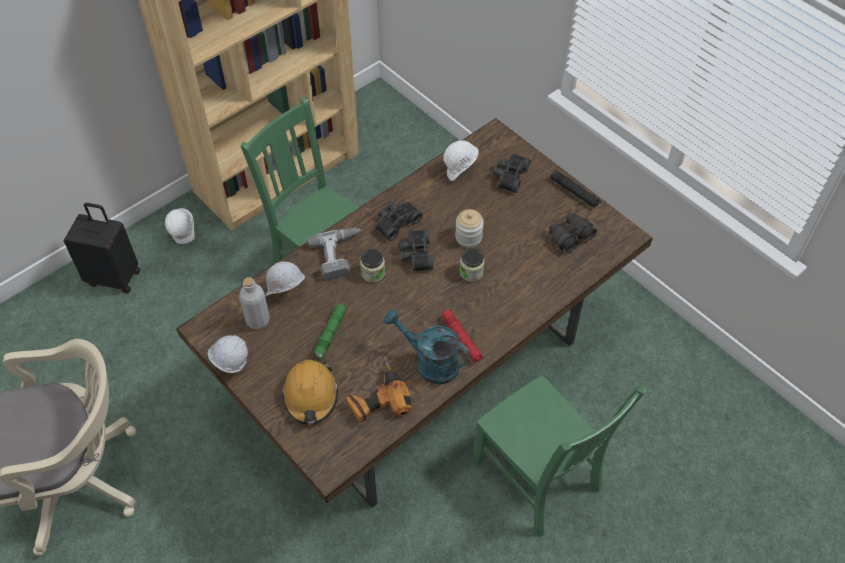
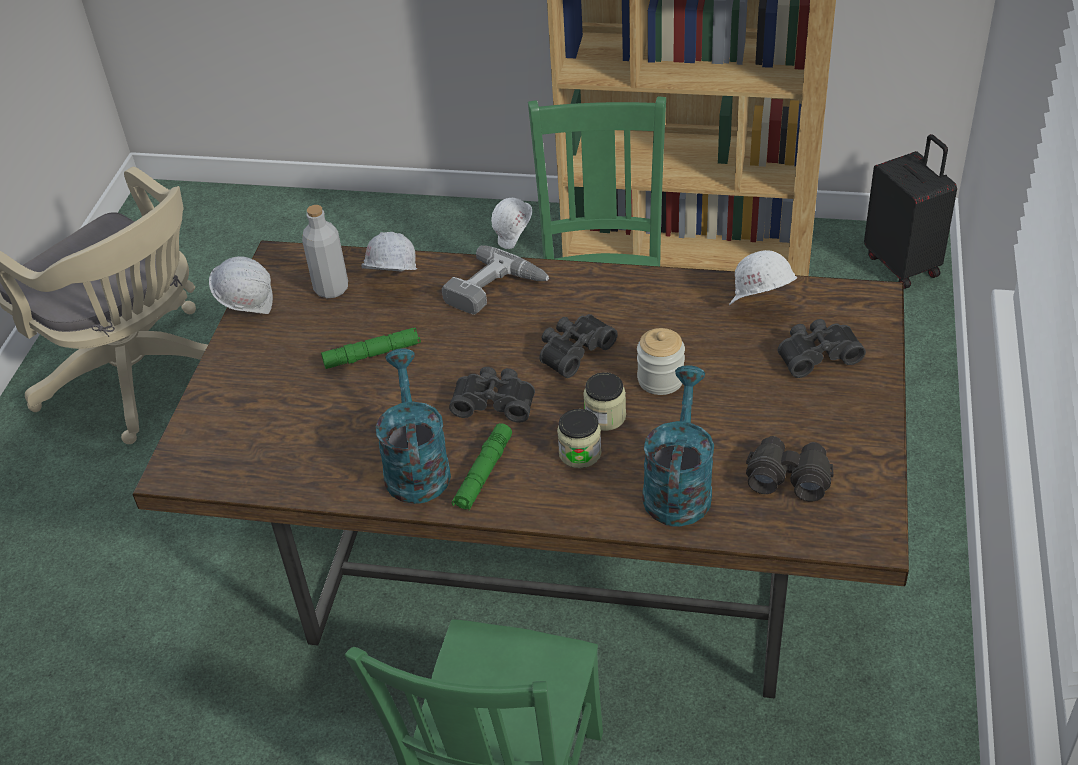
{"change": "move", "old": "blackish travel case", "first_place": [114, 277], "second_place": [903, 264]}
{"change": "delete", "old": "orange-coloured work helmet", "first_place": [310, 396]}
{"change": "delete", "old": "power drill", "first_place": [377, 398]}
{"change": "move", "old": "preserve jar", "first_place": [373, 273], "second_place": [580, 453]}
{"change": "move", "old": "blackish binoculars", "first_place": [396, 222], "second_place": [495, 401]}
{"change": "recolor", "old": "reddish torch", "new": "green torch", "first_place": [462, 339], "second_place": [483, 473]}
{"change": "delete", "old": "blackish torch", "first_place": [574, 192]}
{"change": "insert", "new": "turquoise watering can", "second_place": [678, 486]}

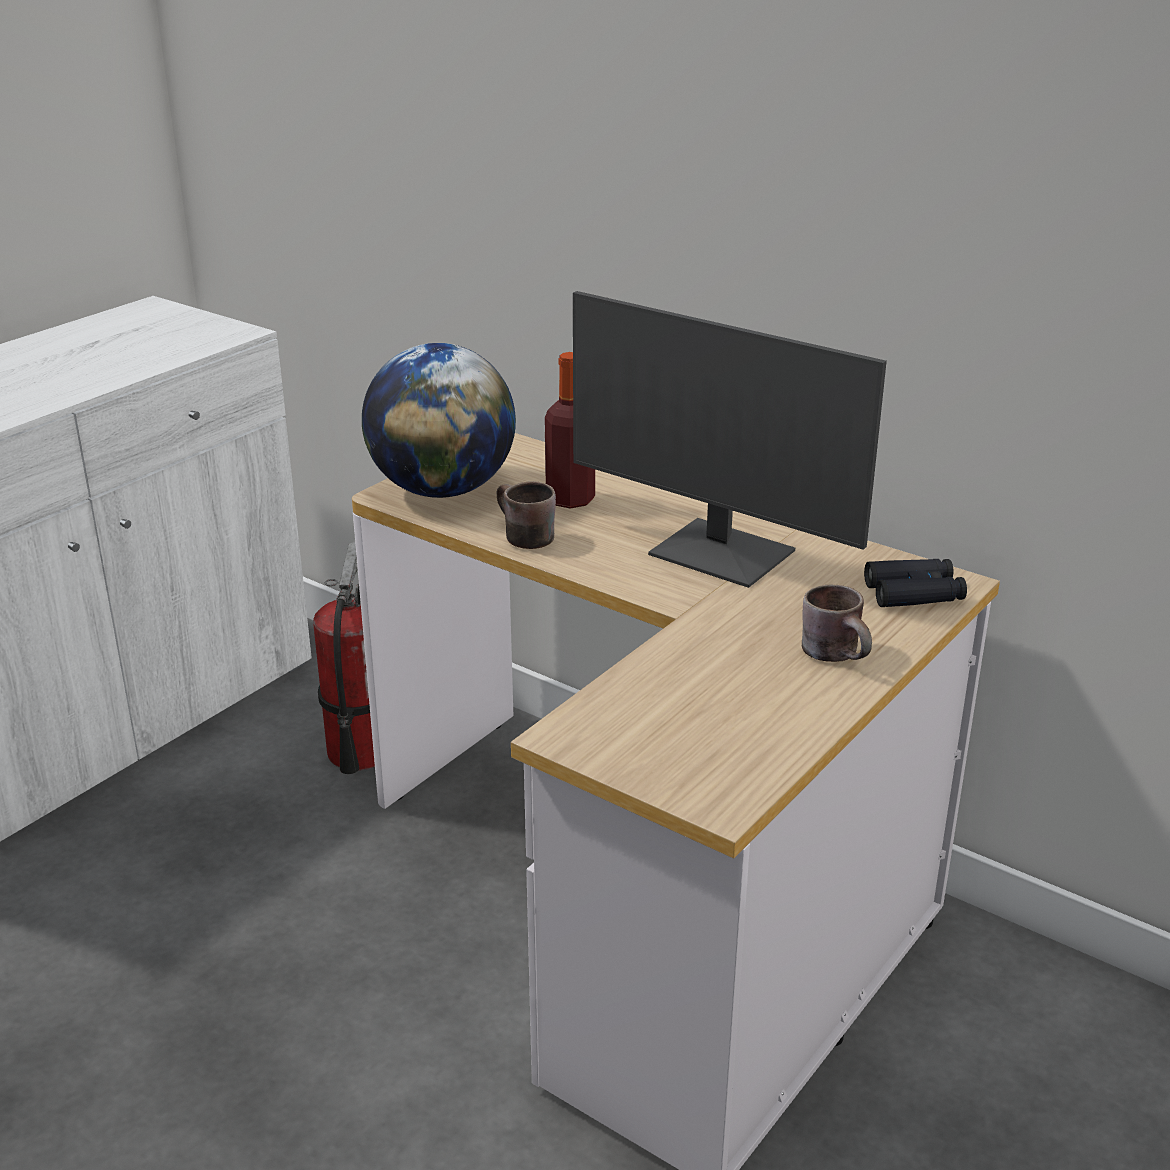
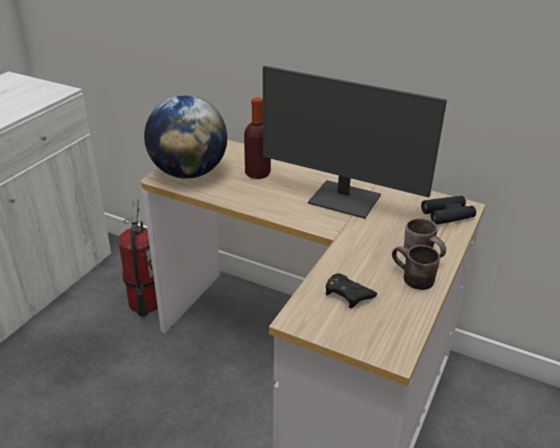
{"change": "move", "old": "brownish mug", "first_place": [520, 537], "second_place": [411, 279]}
{"change": "insert", "new": "blackish game controller", "second_place": [348, 294]}

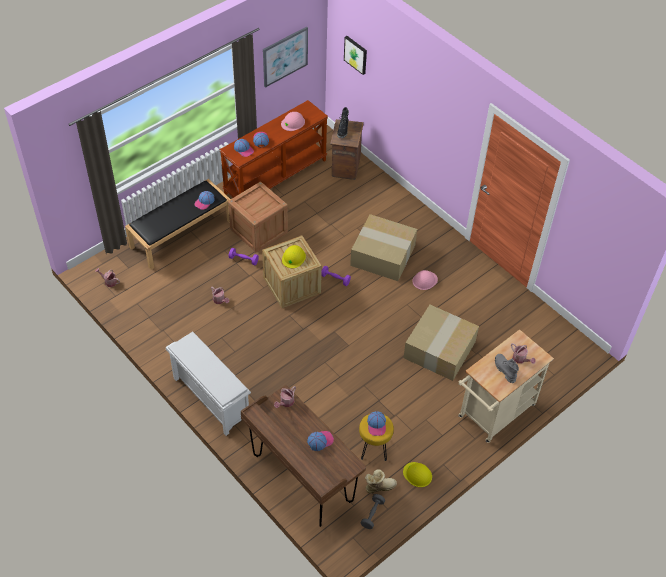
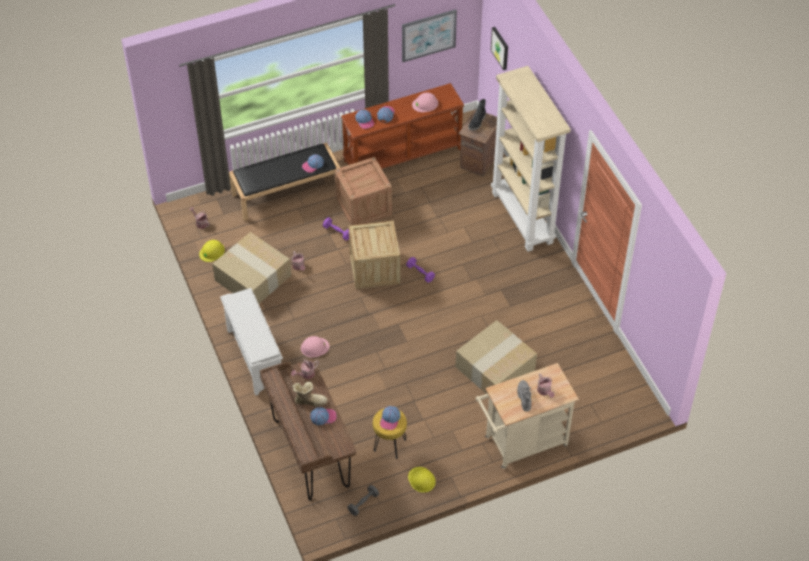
{"change": "move", "old": "yellow-coloured work helmet", "first_place": [293, 257], "second_place": [212, 251]}
{"change": "move", "old": "cardboard box", "first_place": [384, 255], "second_place": [254, 277]}
{"change": "move", "old": "tall boot", "first_place": [379, 486], "second_place": [310, 400]}
{"change": "move", "old": "pinkish work helmet", "first_place": [424, 280], "second_place": [314, 347]}
{"change": "insert", "new": "sand-coloured bookshelf", "second_place": [523, 218]}

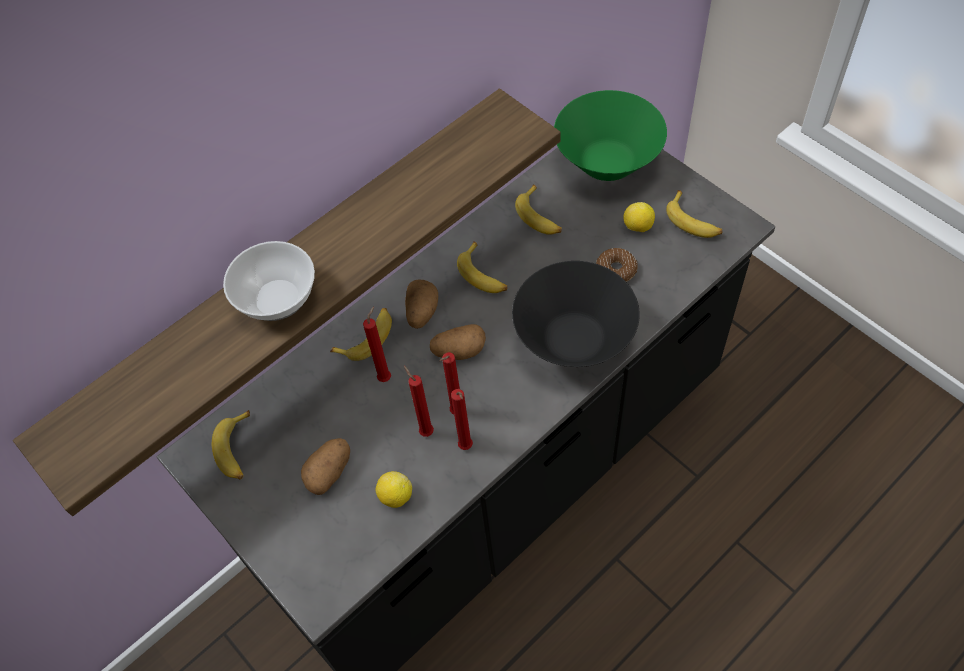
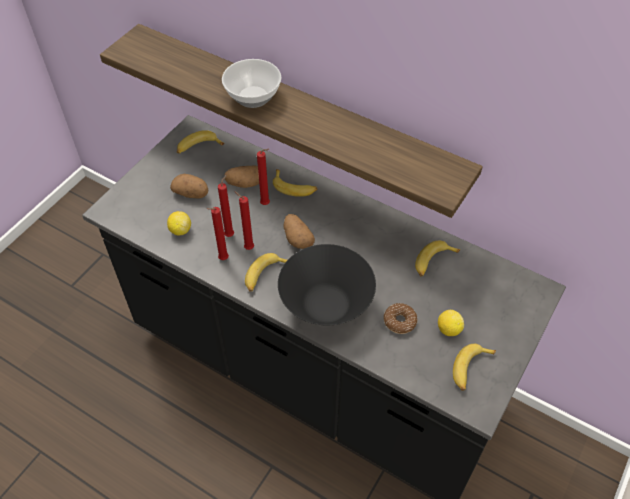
{"change": "move", "old": "whole potato", "first_place": [421, 312], "second_place": [244, 184]}
{"change": "move", "old": "whole banana", "first_place": [483, 275], "second_place": [264, 275]}
{"change": "delete", "old": "green serving bowl", "first_place": [607, 162]}

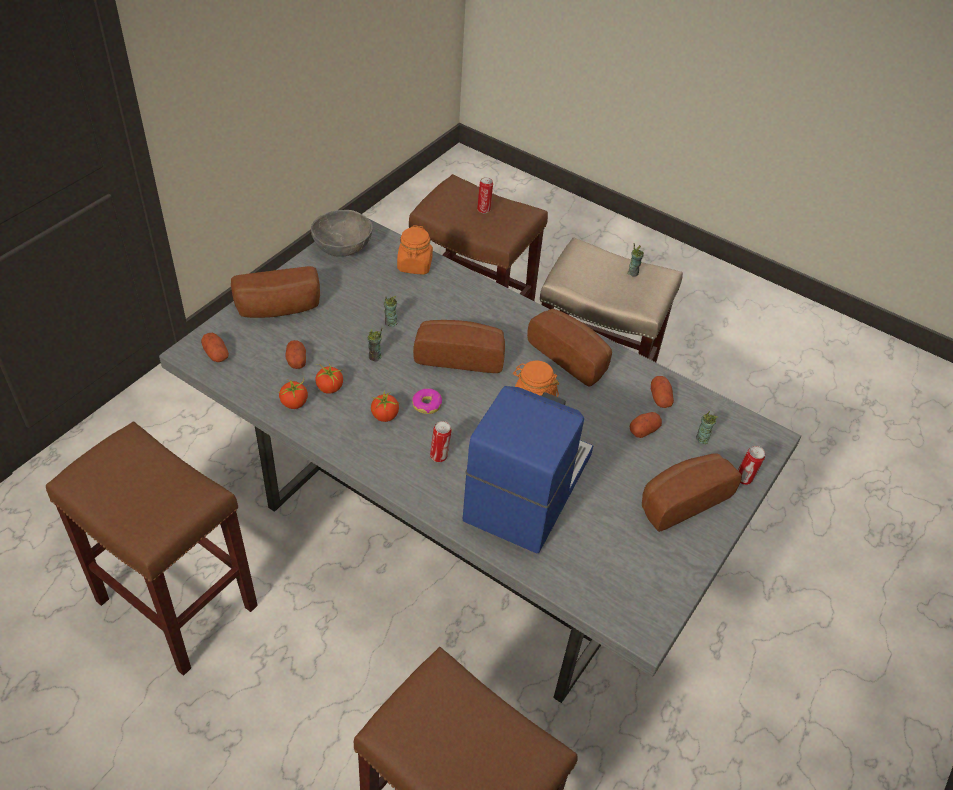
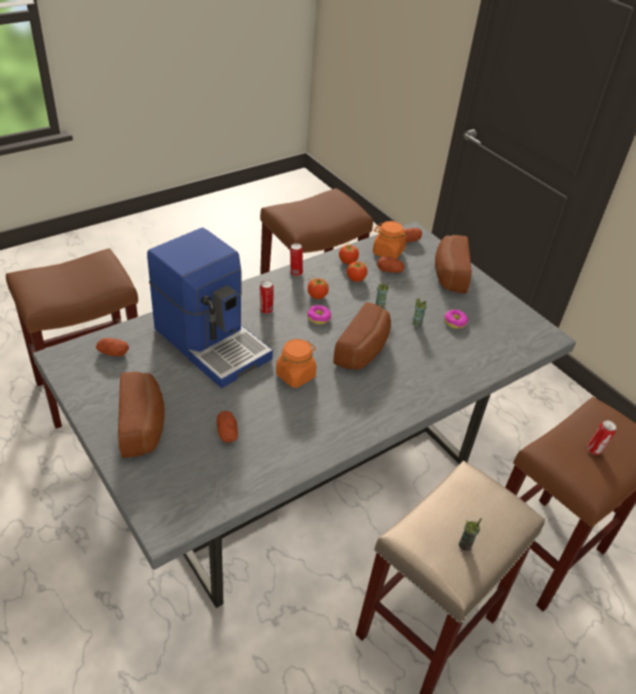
{"change": "delete", "old": "grey serving bowl", "first_place": [343, 247]}
{"change": "move", "old": "orange-coloured preserve jar", "first_place": [414, 265], "second_place": [387, 252]}
{"change": "delete", "old": "bakery bread", "first_place": [571, 356]}
{"change": "move", "old": "whole potato", "first_place": [660, 398], "second_place": [113, 353]}
{"change": "delete", "old": "small cup", "first_place": [702, 439]}
{"change": "move", "old": "sealed can", "first_place": [744, 479], "second_place": [295, 273]}
{"change": "insert", "new": "donut", "second_place": [455, 322]}

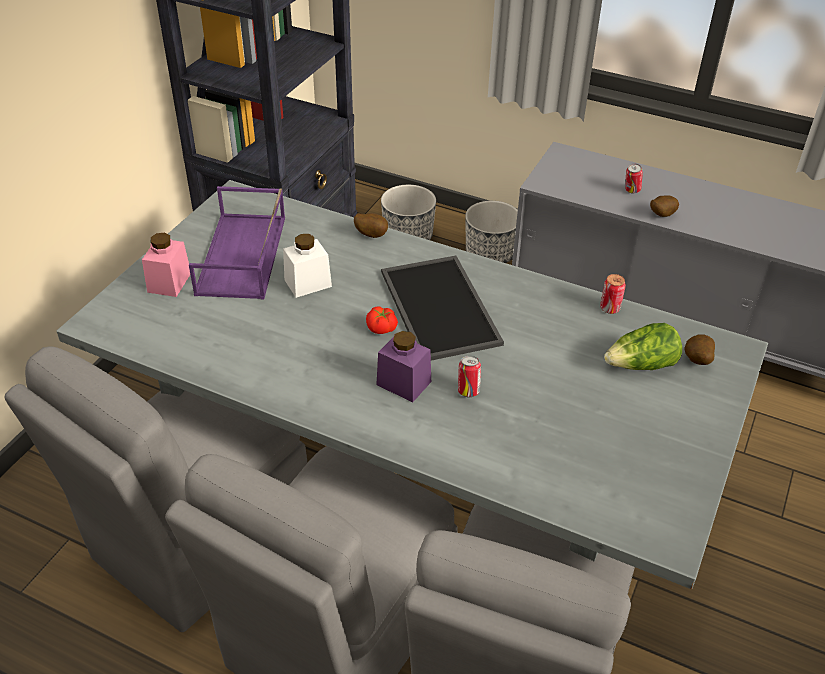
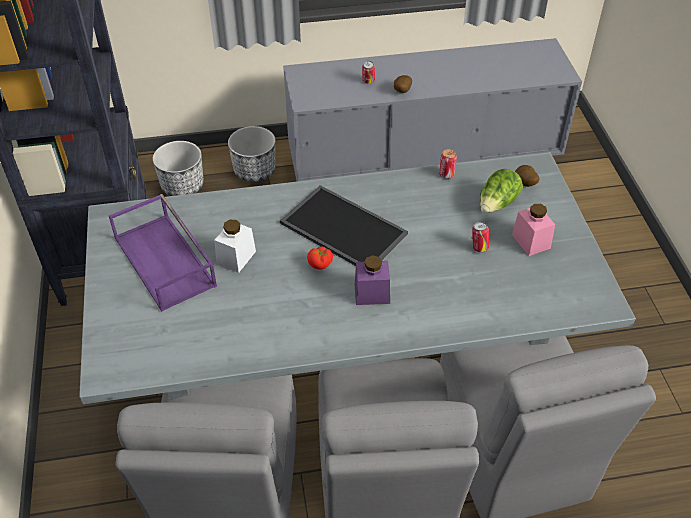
{"change": "move", "old": "pinkish preserve jar", "first_place": [169, 282], "second_place": [531, 241]}
{"change": "delete", "old": "whole potato", "first_place": [371, 234]}
{"change": "move", "old": "sealed can", "first_place": [468, 391], "second_place": [478, 248]}

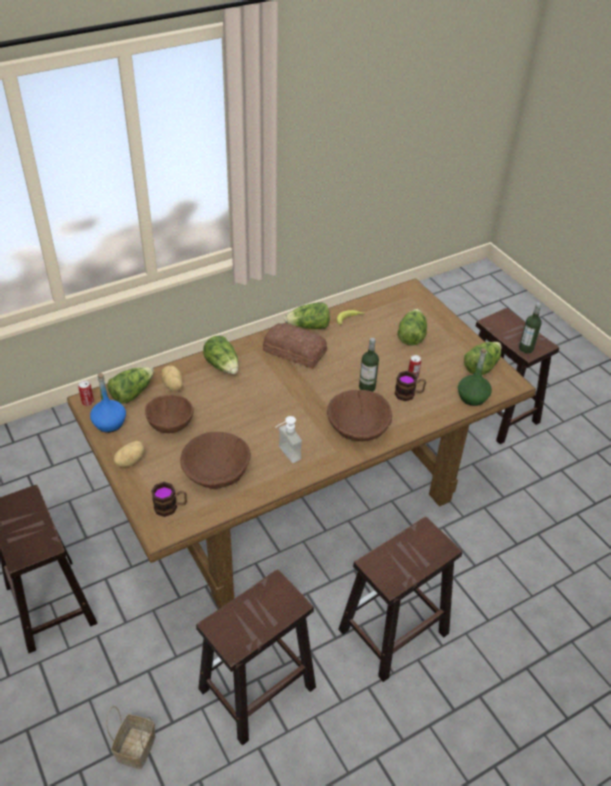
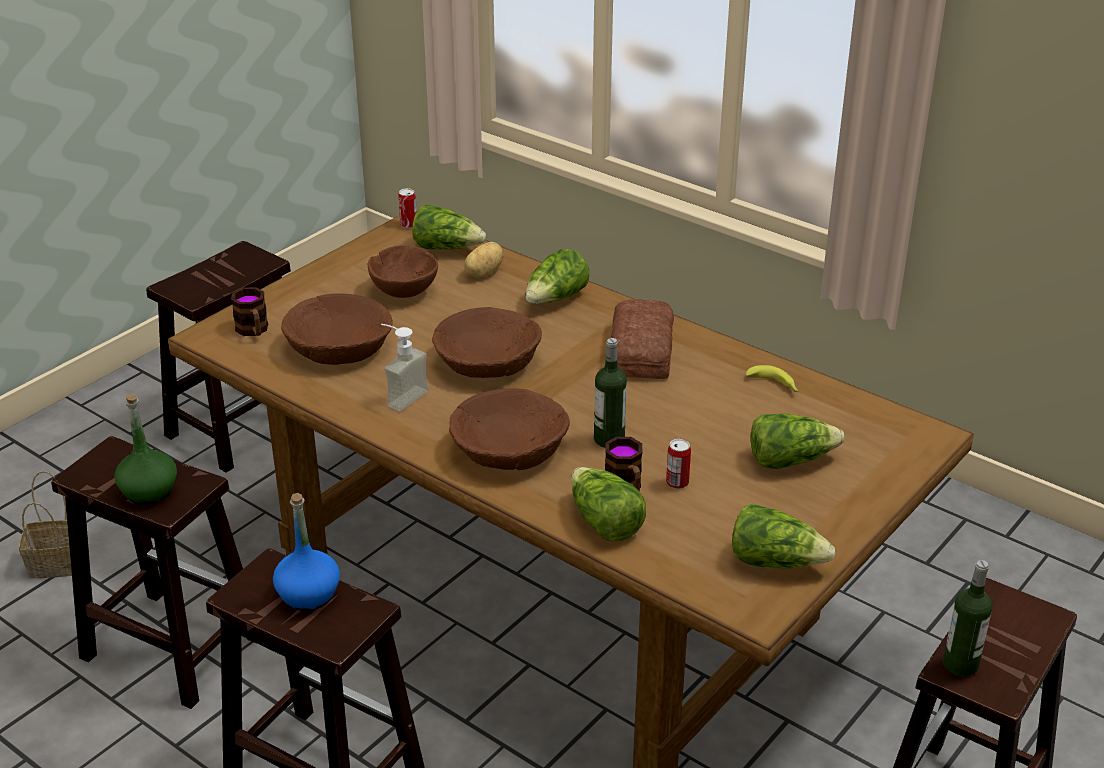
{"change": "move", "old": "blue-coloured drink bottle", "first_place": [110, 423], "second_place": [308, 595]}
{"change": "delete", "old": "whole potato", "first_place": [130, 460]}
{"change": "move", "old": "head of lettuce", "first_place": [309, 327], "second_place": [604, 522]}
{"change": "move", "old": "green drink bottle", "first_place": [472, 397], "second_place": [149, 491]}
{"change": "insert", "new": "brownish serving bowl", "second_place": [487, 362]}

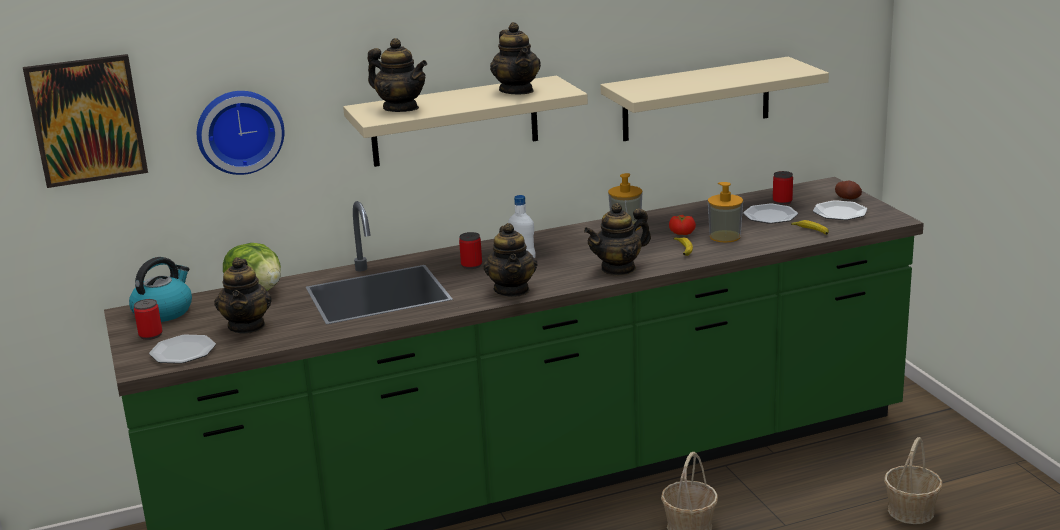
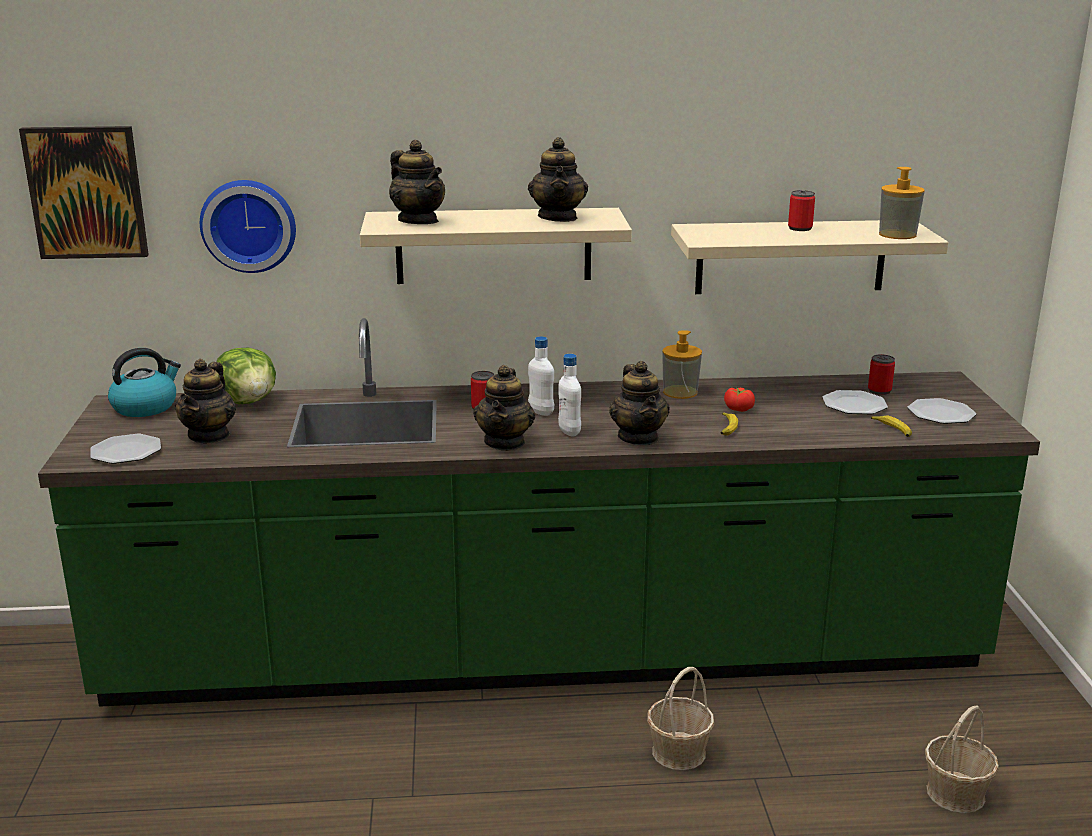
{"change": "move", "old": "sealed can", "first_place": [150, 335], "second_place": [800, 228]}
{"change": "rotate", "old": "pot for tea", "first_place": [618, 268], "second_place": [639, 438], "degrees": -90}
{"change": "move", "old": "soap bottle", "first_place": [725, 236], "second_place": [897, 234]}
{"change": "delete", "old": "whole potato", "first_place": [848, 198]}
{"change": "insert", "new": "white-coloured drink bottle", "second_place": [569, 432]}

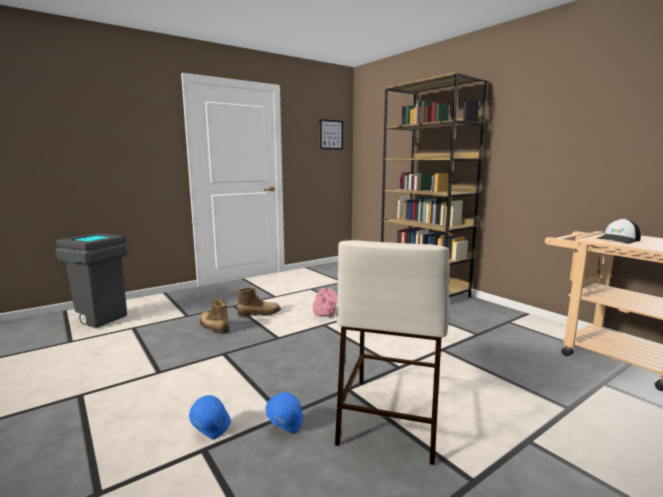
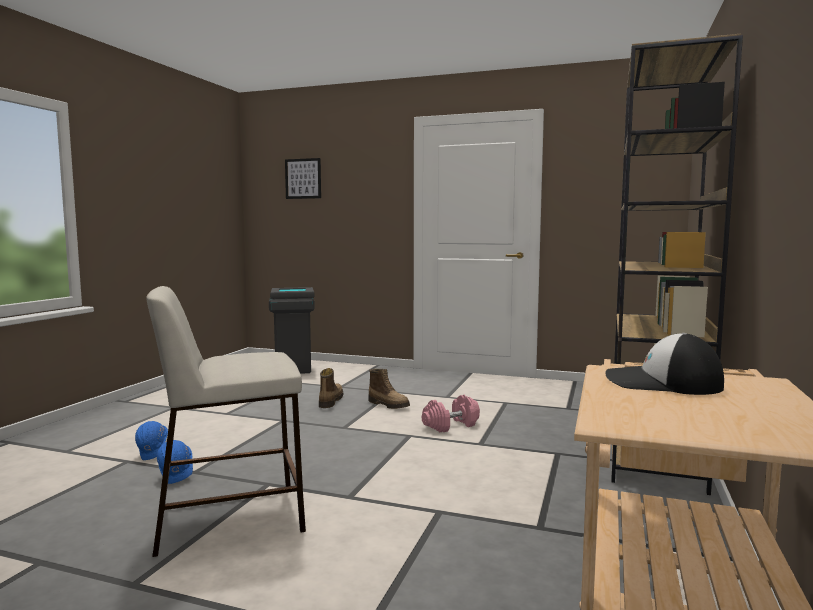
{"change": "move", "old": "wall art", "first_place": [331, 134], "second_place": [303, 178]}

